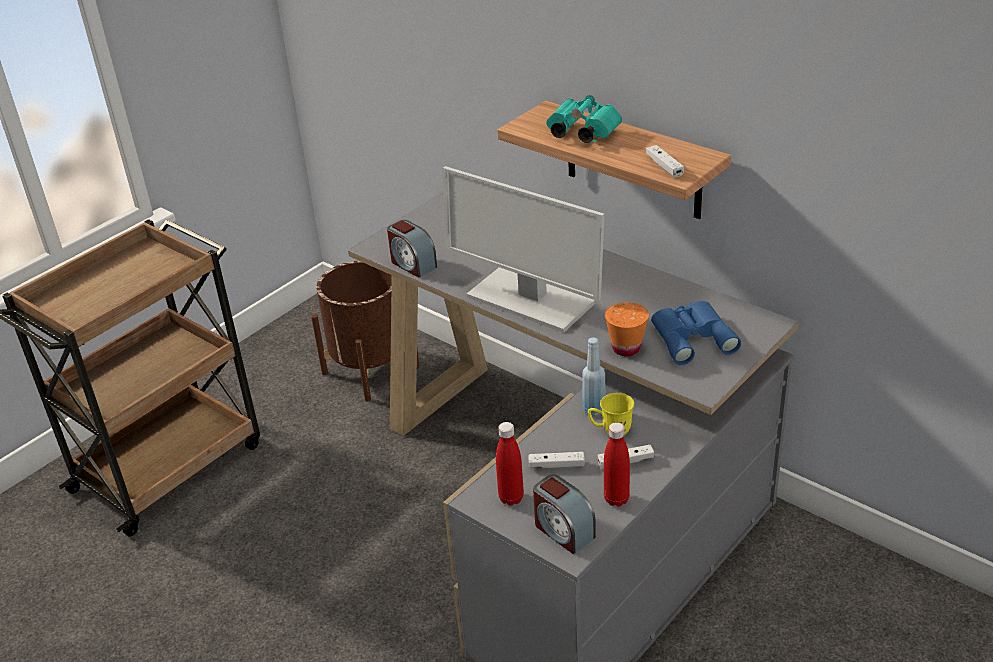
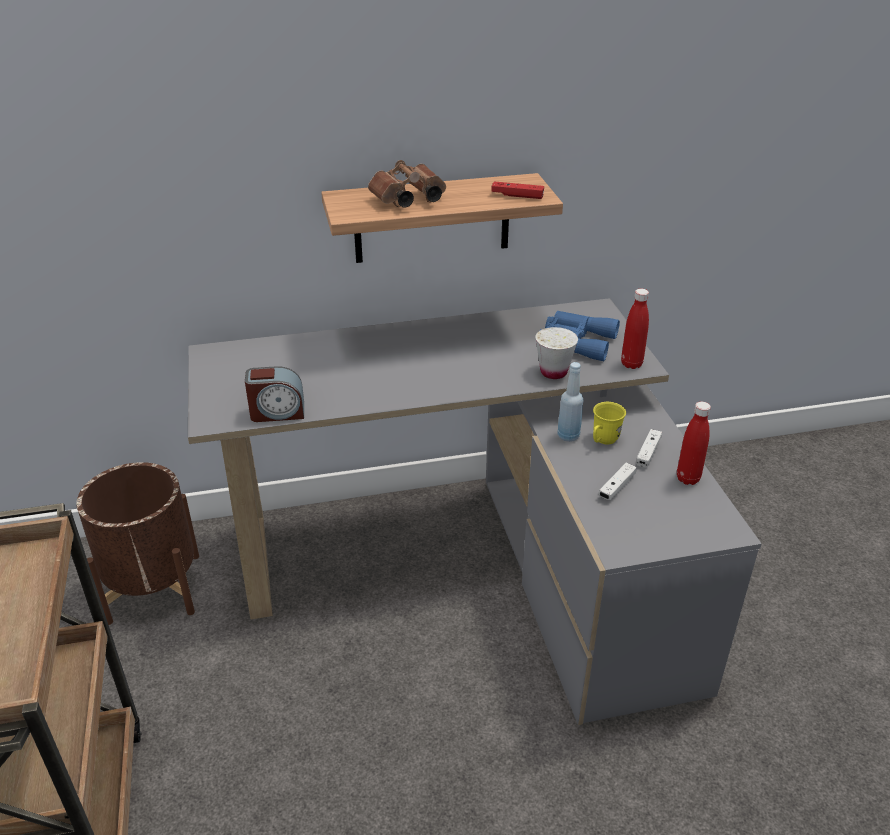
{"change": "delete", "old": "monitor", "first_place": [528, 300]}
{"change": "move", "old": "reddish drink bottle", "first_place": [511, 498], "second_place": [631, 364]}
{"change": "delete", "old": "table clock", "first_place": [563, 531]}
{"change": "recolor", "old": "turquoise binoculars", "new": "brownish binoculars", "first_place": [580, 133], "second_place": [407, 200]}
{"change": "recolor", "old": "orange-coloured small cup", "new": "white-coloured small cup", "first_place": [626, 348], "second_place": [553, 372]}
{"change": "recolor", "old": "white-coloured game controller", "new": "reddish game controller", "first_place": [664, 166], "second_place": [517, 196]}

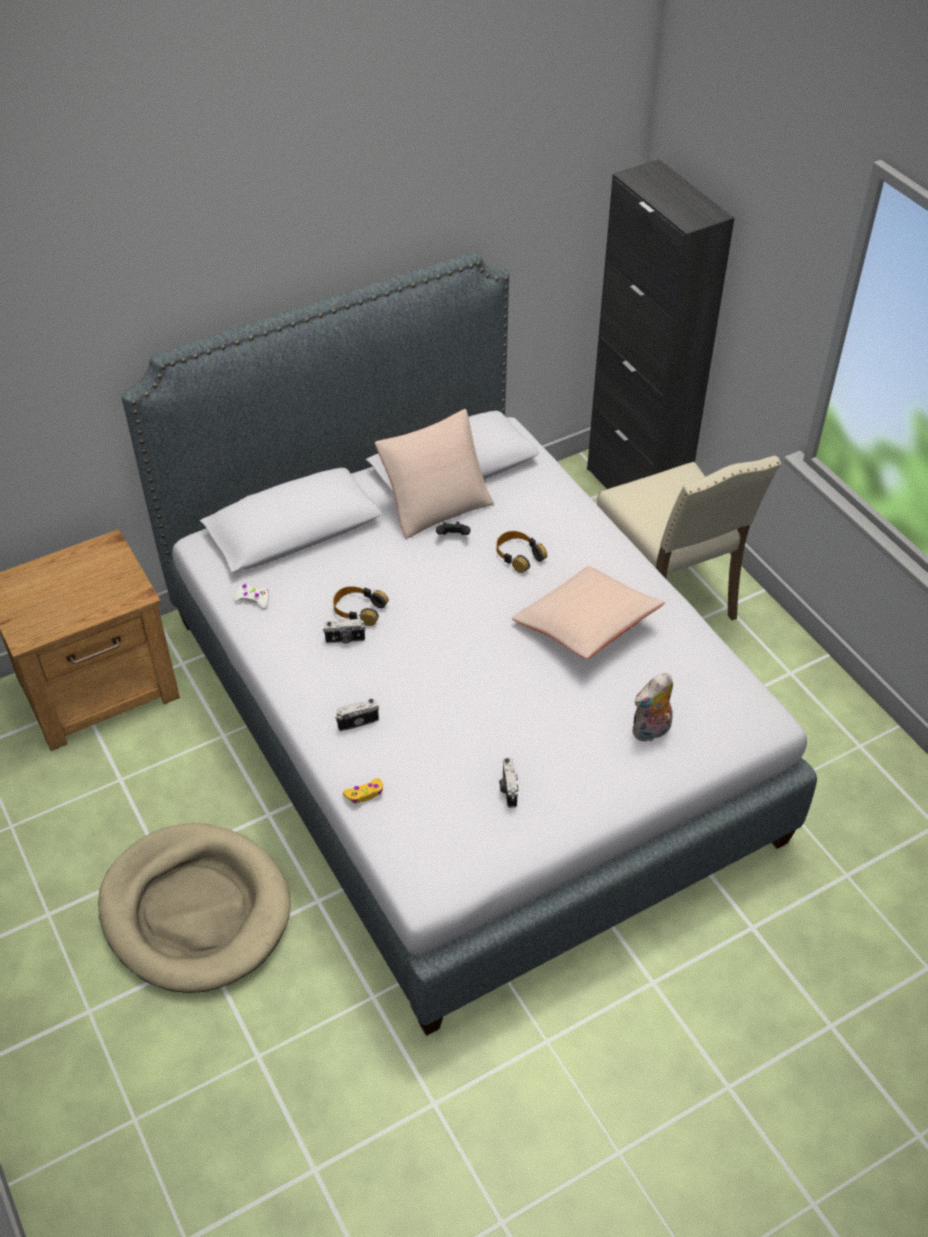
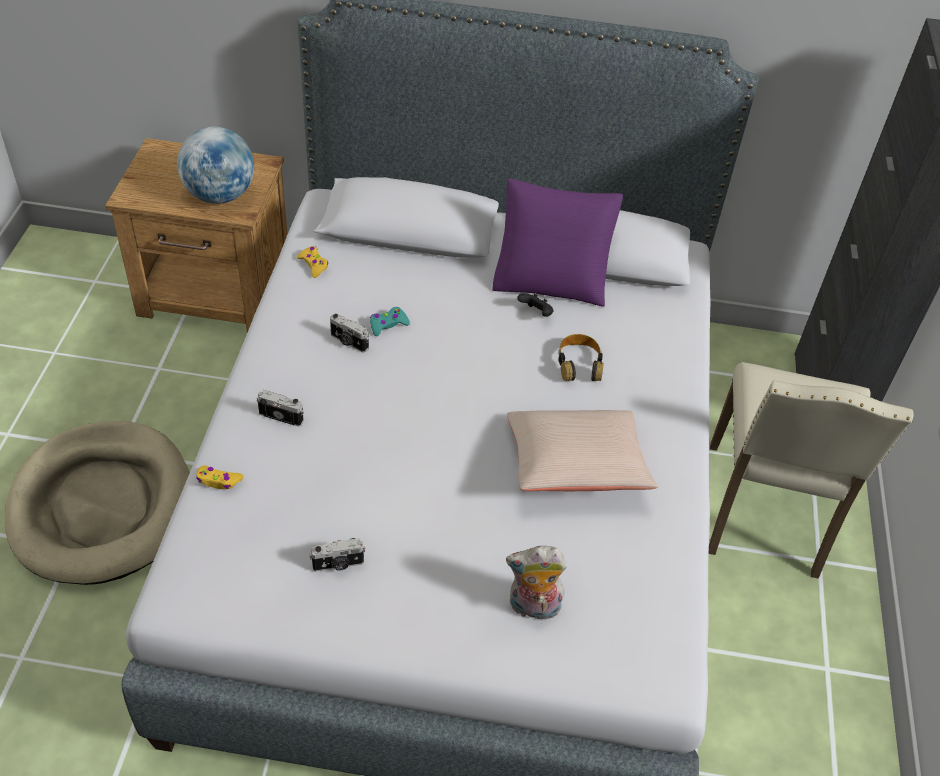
{"change": "recolor", "old": "white-coloured game controller", "new": "yellow-coloured game controller", "first_place": [252, 599], "second_place": [313, 265]}
{"change": "replace", "old": "headset", "new": "turquoise game controller", "first_place": [359, 609], "second_place": [388, 325]}
{"change": "recolor", "old": "sand-coloured throw pillow", "new": "purplish throw pillow", "first_place": [436, 504], "second_place": [551, 277]}
{"change": "rotate", "old": "photo camera", "first_place": [508, 790], "second_place": [338, 564], "degrees": -135}
{"change": "insert", "new": "desk globe", "second_place": [220, 195]}

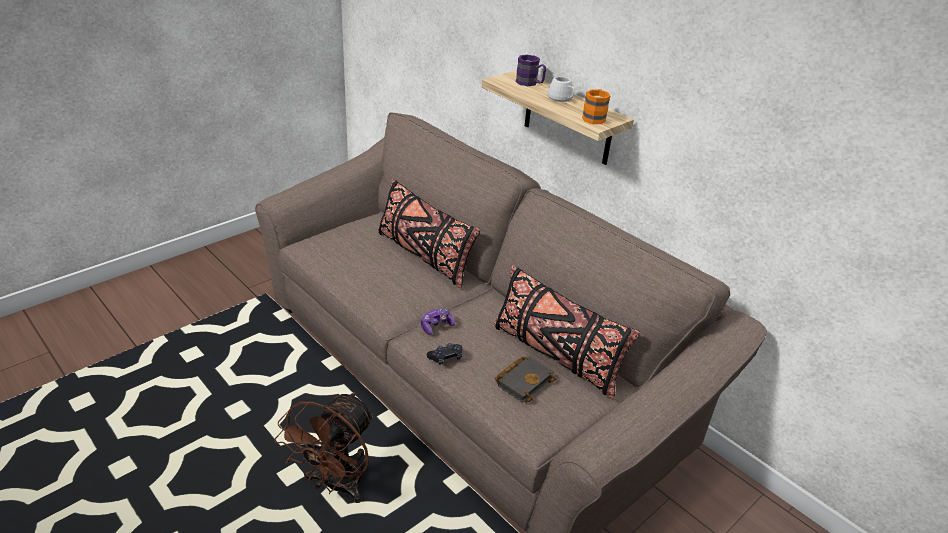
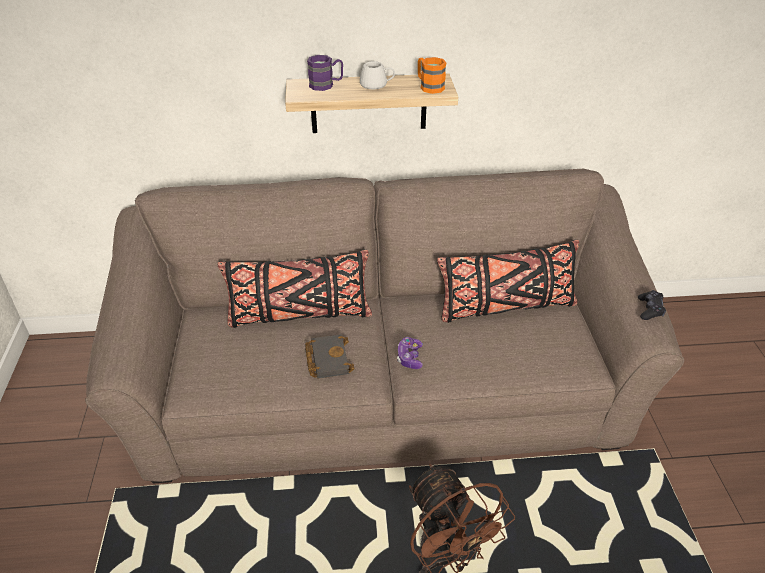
{"change": "move", "old": "blackish game controller", "first_place": [445, 358], "second_place": [650, 309]}
{"change": "move", "old": "blackish book", "first_place": [524, 380], "second_place": [327, 359]}

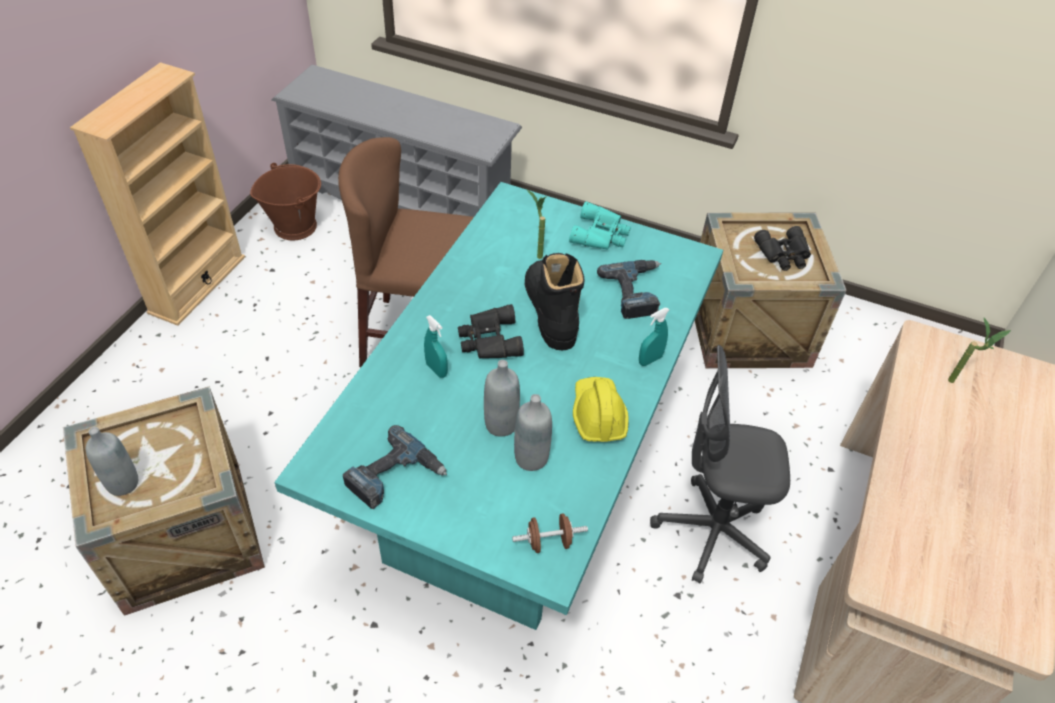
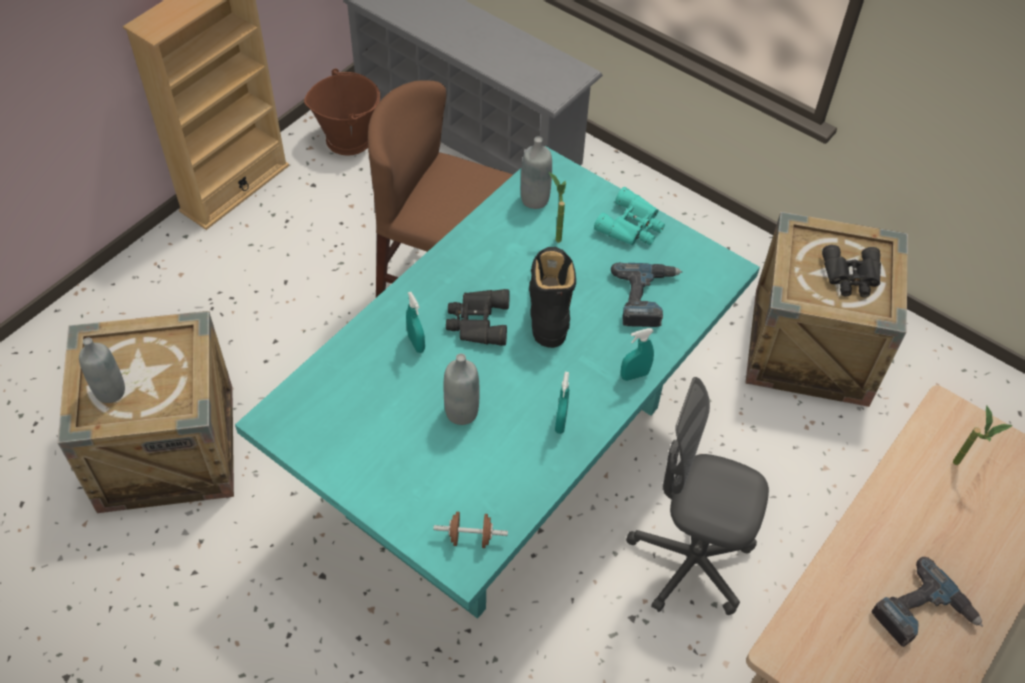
{"change": "move", "old": "power drill", "first_place": [395, 476], "second_place": [922, 613]}
{"change": "move", "old": "grey drink bottle", "first_place": [531, 458], "second_place": [535, 199]}
{"change": "replace", "old": "yellow-coloured work helmet", "new": "turquoise sprayer", "first_place": [598, 415], "second_place": [561, 422]}

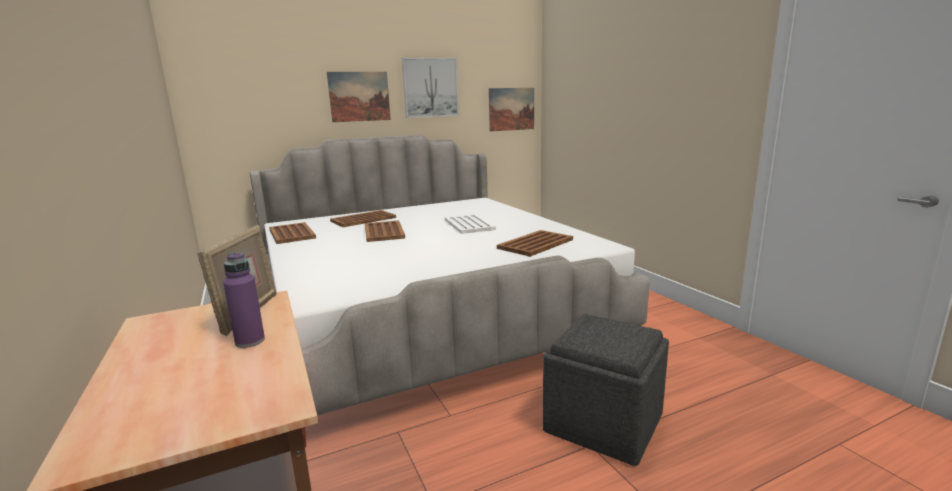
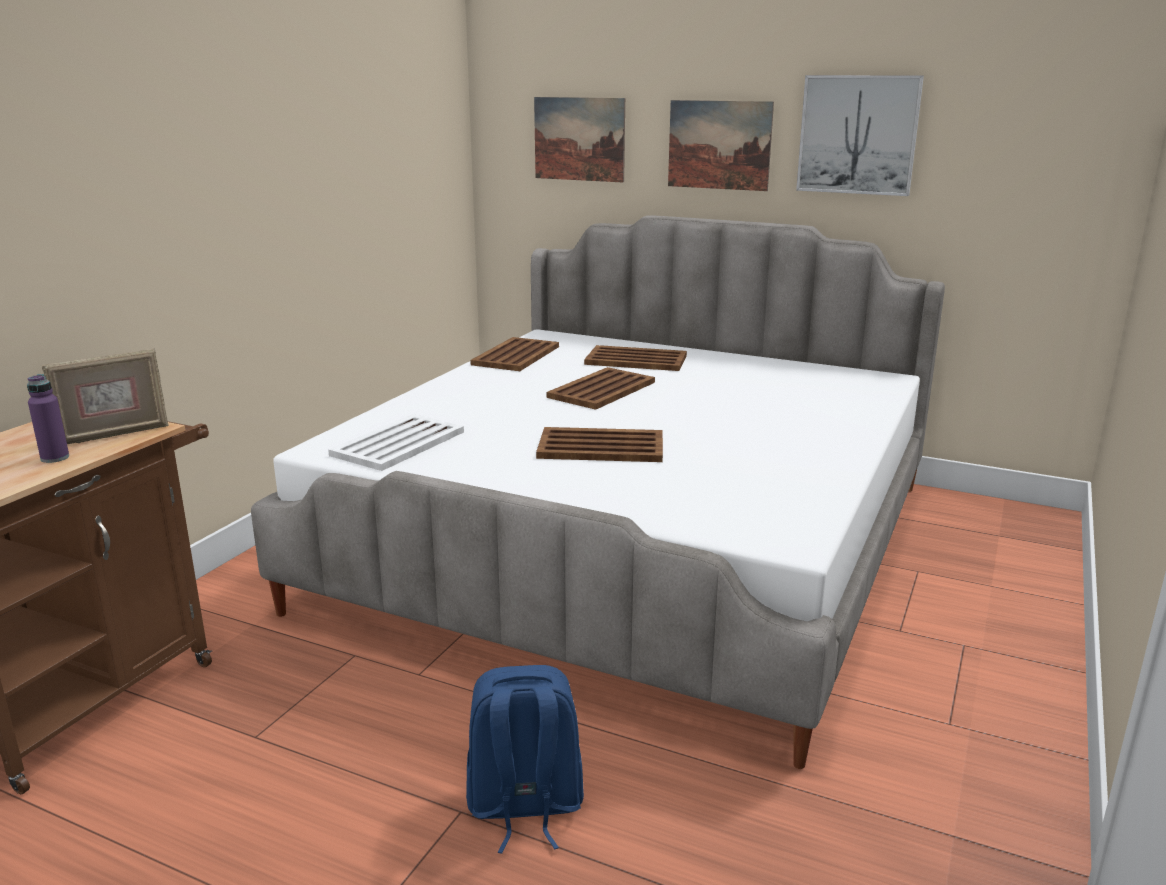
{"change": "move", "old": "white-coloured carrying tray", "first_place": [469, 224], "second_place": [399, 443]}
{"change": "move", "old": "wall art", "first_place": [511, 109], "second_place": [579, 139]}
{"change": "move", "old": "brownish carrying tray", "first_place": [535, 244], "second_place": [599, 447]}
{"change": "replace", "old": "grey pouffe", "new": "blue-coloured backpack", "first_place": [604, 423], "second_place": [524, 807]}

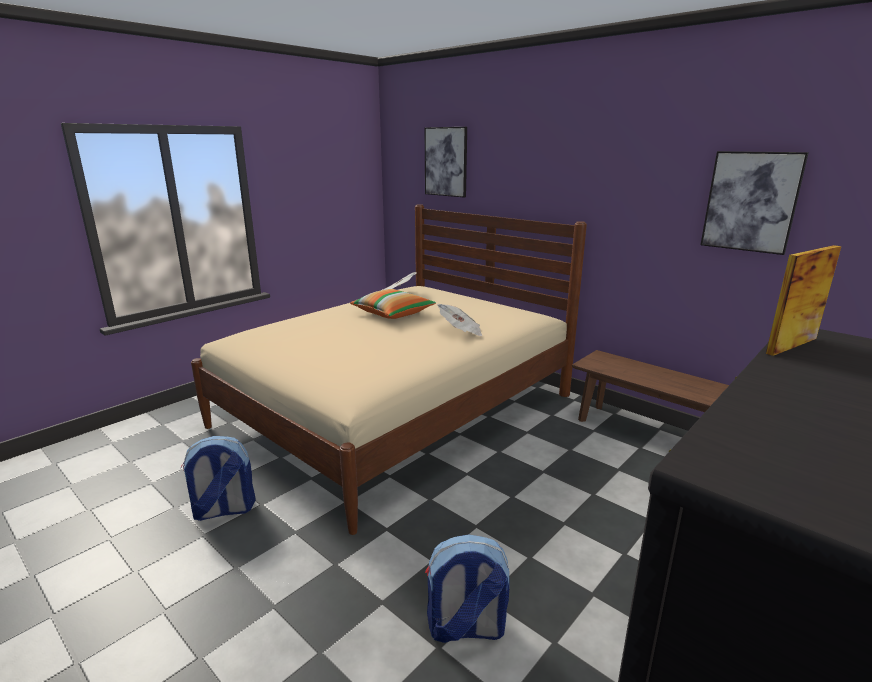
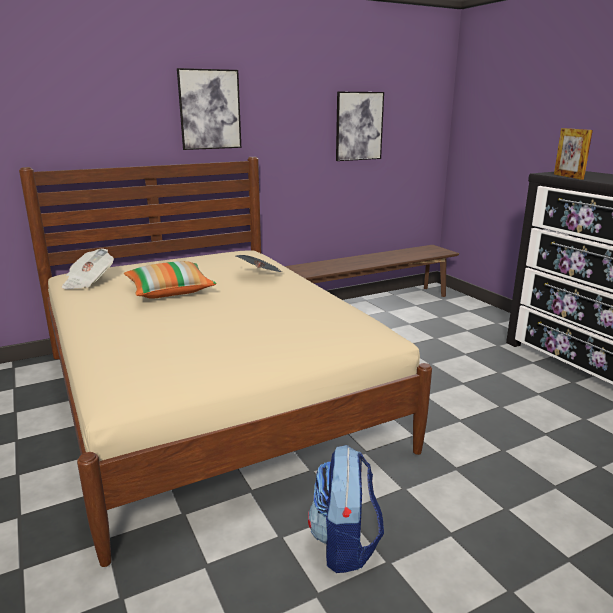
{"change": "move", "old": "wall art", "first_place": [446, 162], "second_place": [209, 109]}
{"change": "delete", "old": "backpack", "first_place": [465, 628]}

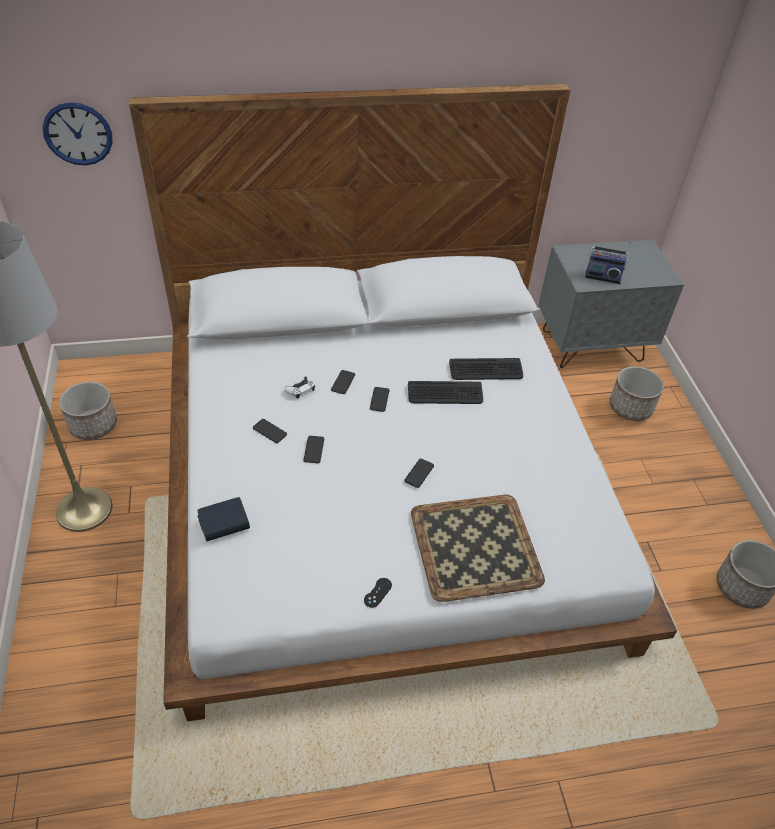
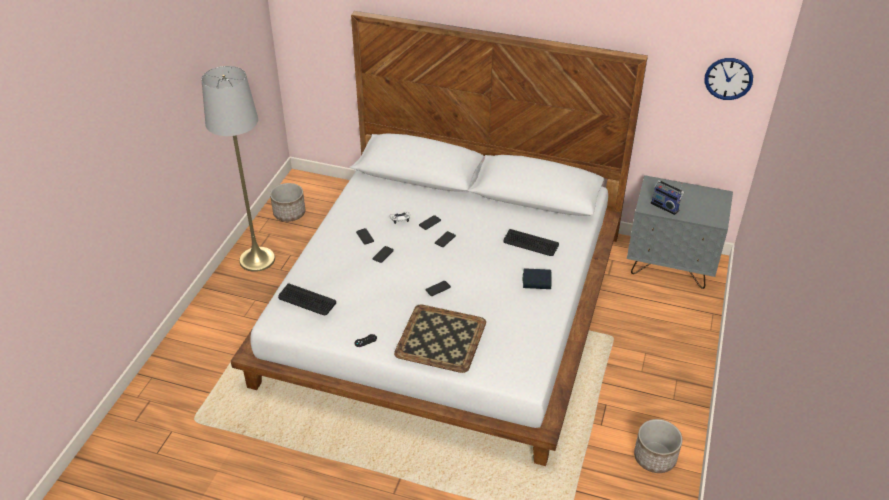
{"change": "move", "old": "hanging clock", "first_place": [78, 134], "second_place": [728, 78]}
{"change": "move", "old": "book", "first_place": [224, 523], "second_place": [536, 282]}
{"change": "move", "old": "keyboard", "first_place": [445, 393], "second_place": [306, 300]}
{"change": "delete", "old": "planter", "first_place": [631, 407]}

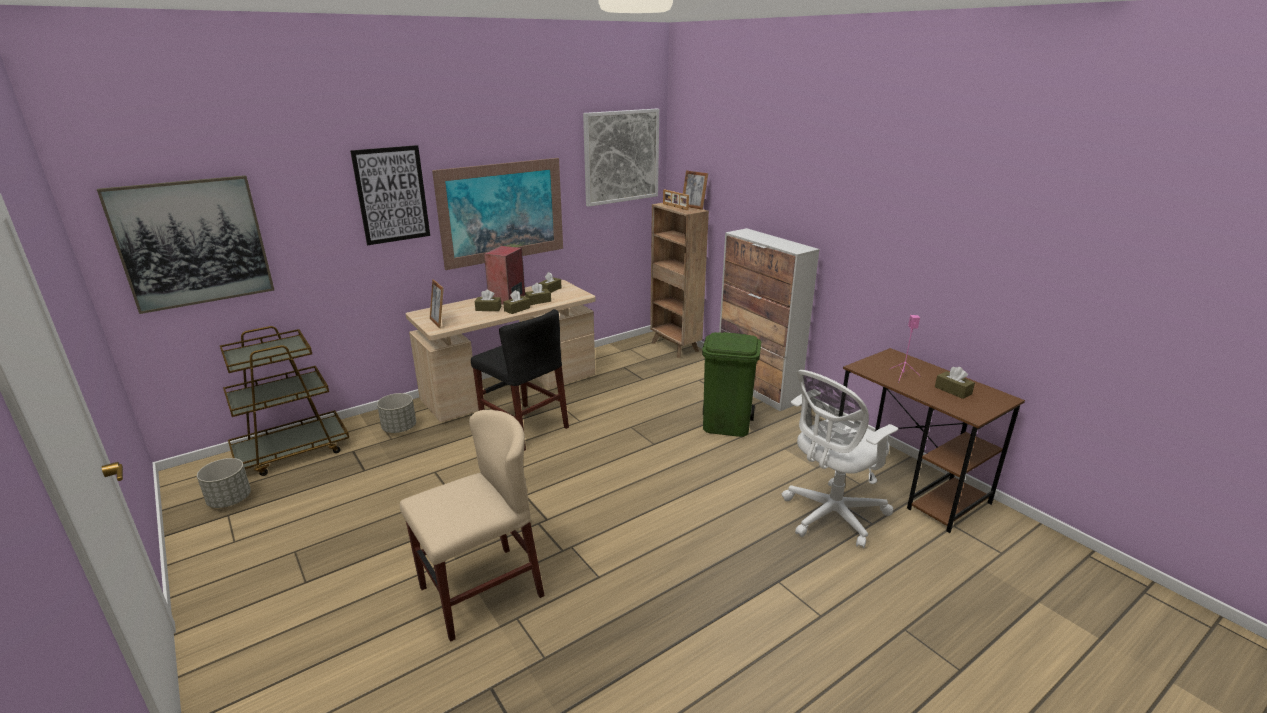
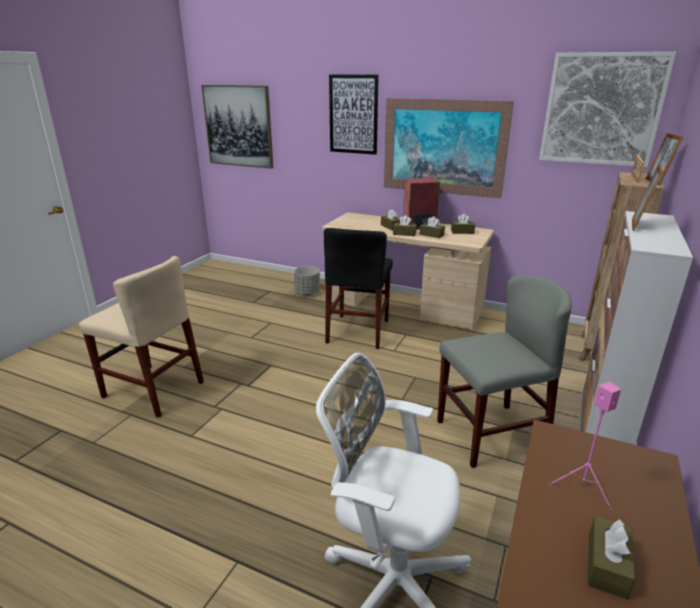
{"change": "delete", "old": "grey planter", "first_place": [230, 500]}
{"change": "delete", "old": "brownish wheeled cart", "first_place": [293, 451]}
{"change": "move", "old": "picture frame", "first_place": [438, 322], "second_place": [639, 226]}
{"change": "replace", "old": "green rubbish bin", "new": "grey plain chair", "first_place": [727, 425], "second_place": [491, 434]}

